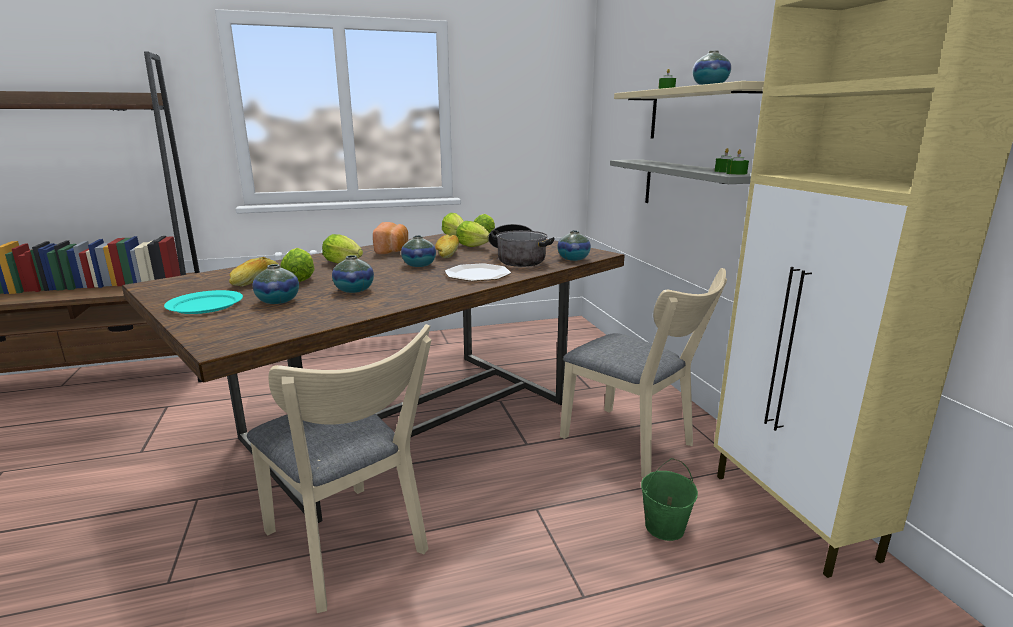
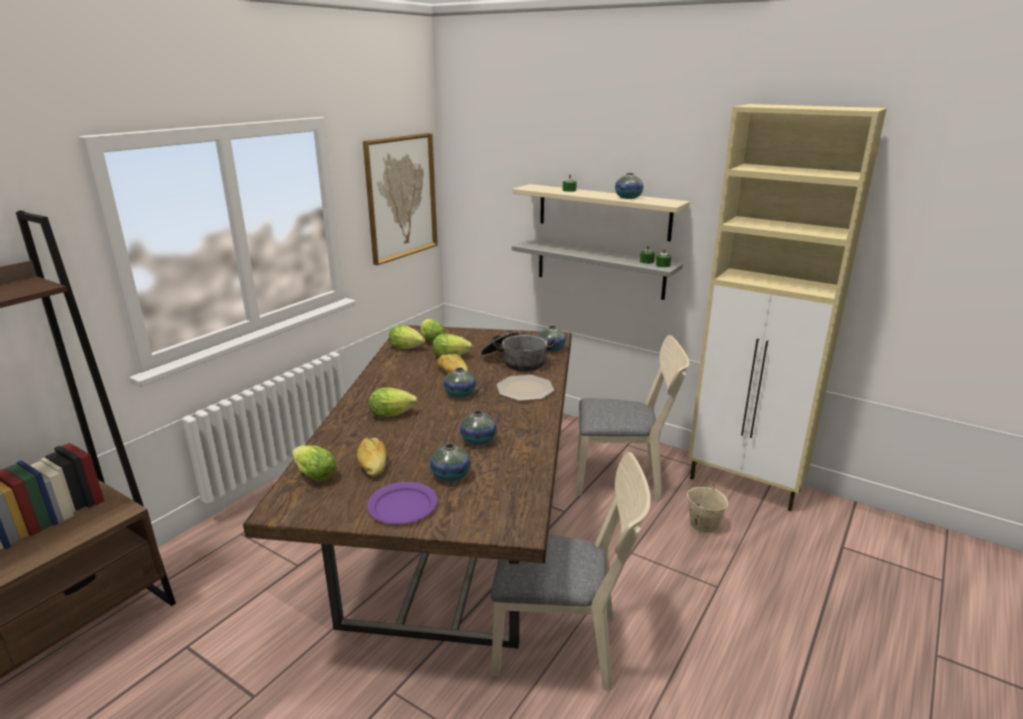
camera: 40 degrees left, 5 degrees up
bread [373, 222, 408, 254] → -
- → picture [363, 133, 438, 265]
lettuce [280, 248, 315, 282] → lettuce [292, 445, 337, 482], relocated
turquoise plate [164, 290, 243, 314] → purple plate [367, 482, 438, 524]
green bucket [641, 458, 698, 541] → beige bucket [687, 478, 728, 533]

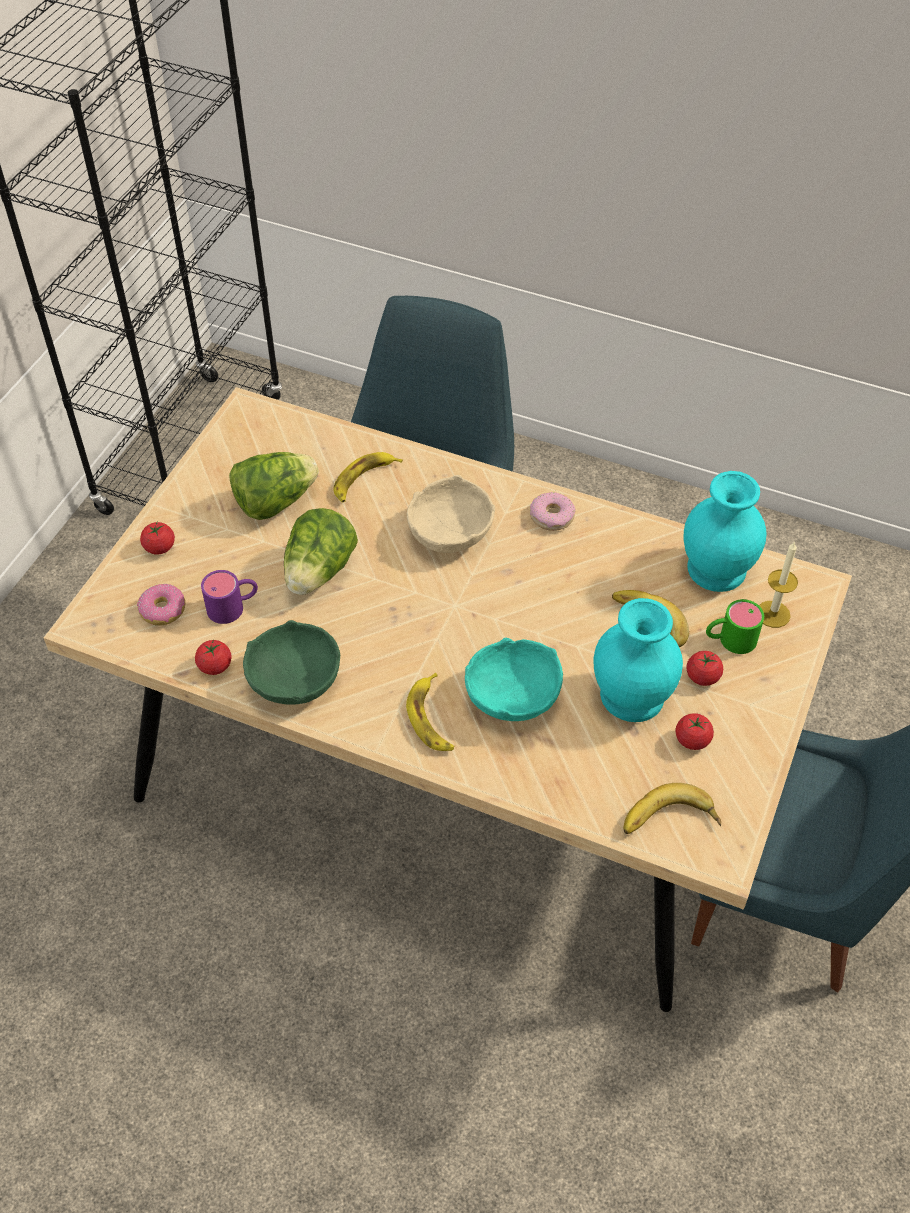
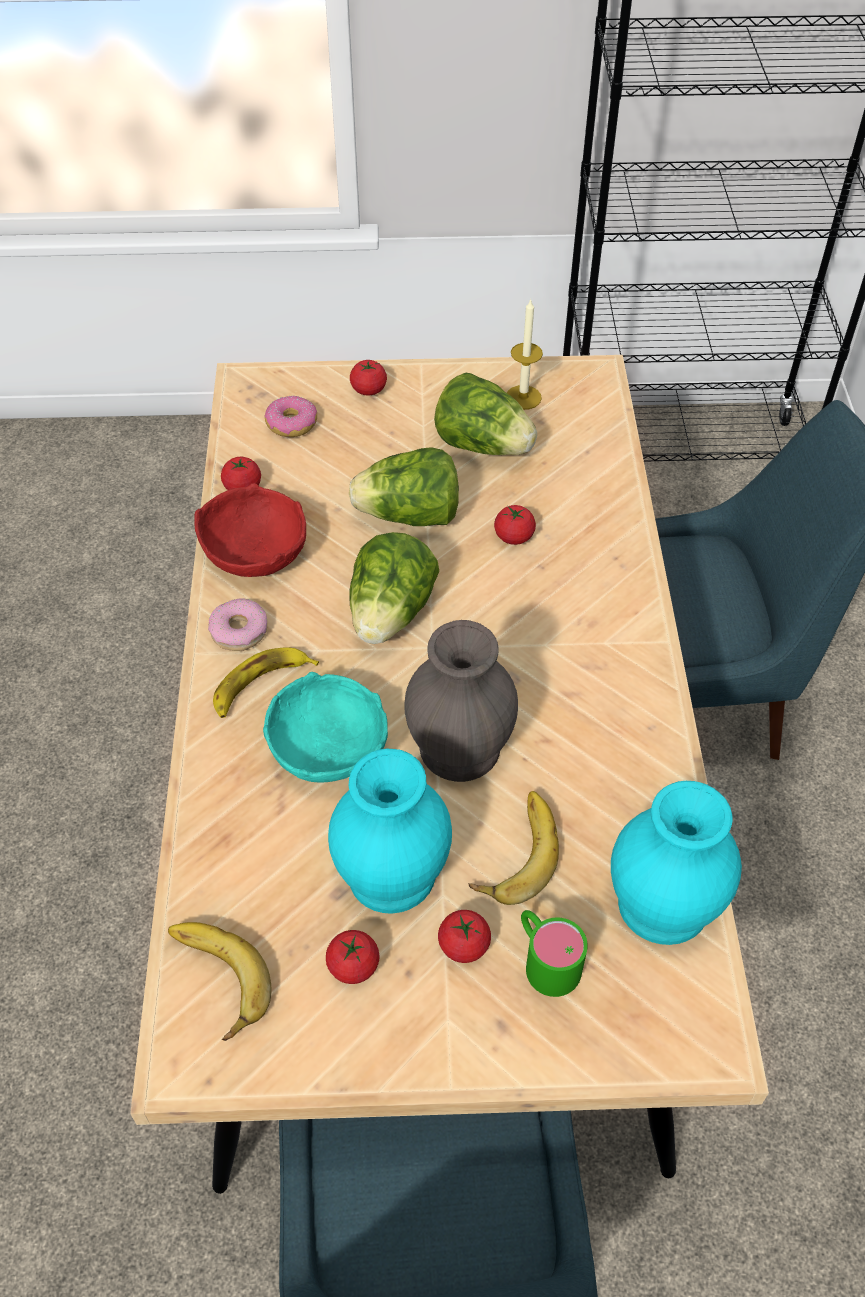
camera: 65 degrees right, 0 degrees up
purple mug [201, 570, 258, 624] → -
banana [334, 452, 403, 502] → -
beige bowl [407, 475, 495, 553] → -
- → lettuce [349, 532, 439, 644]
- → grey vase [404, 620, 518, 782]
- → tomato [494, 505, 536, 545]
donut [530, 492, 576, 531] → donut [208, 598, 267, 651], relocated
candle [759, 541, 798, 628] → candle [507, 298, 543, 410], relocated
green bowl [243, 620, 340, 705] → red bowl [195, 483, 306, 577]

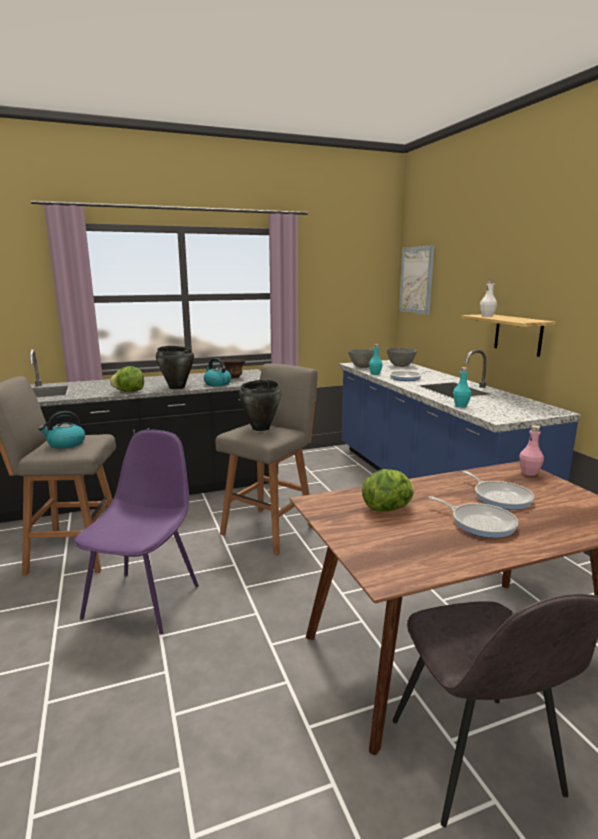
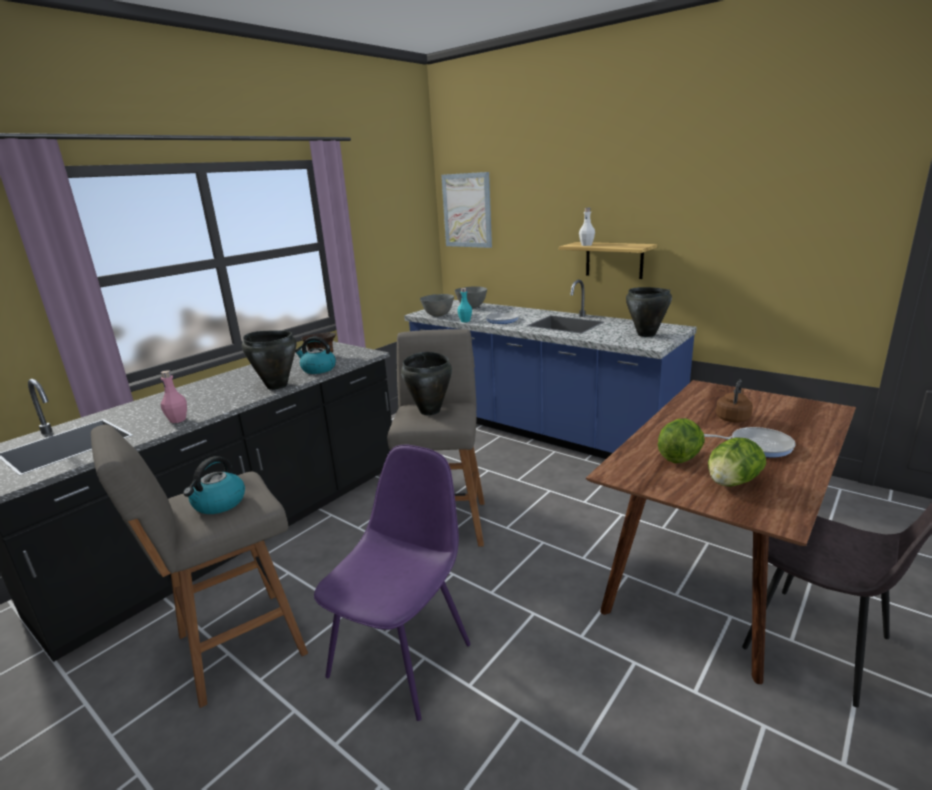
camera: 30 degrees left, 5 degrees up
turquoise bottle [453, 367, 471, 408] → -
- → black cooking pot [626, 287, 672, 337]
lettuce [110, 366, 144, 392] → lettuce [708, 438, 766, 487], relocated
pink bottle [519, 425, 544, 476] → pink bottle [161, 370, 187, 423], relocated
frying pan [463, 471, 534, 510] → brown kettle [716, 380, 753, 423]
purple chair [74, 429, 199, 635] → purple chair [314, 445, 471, 721], 45 degrees clockwise

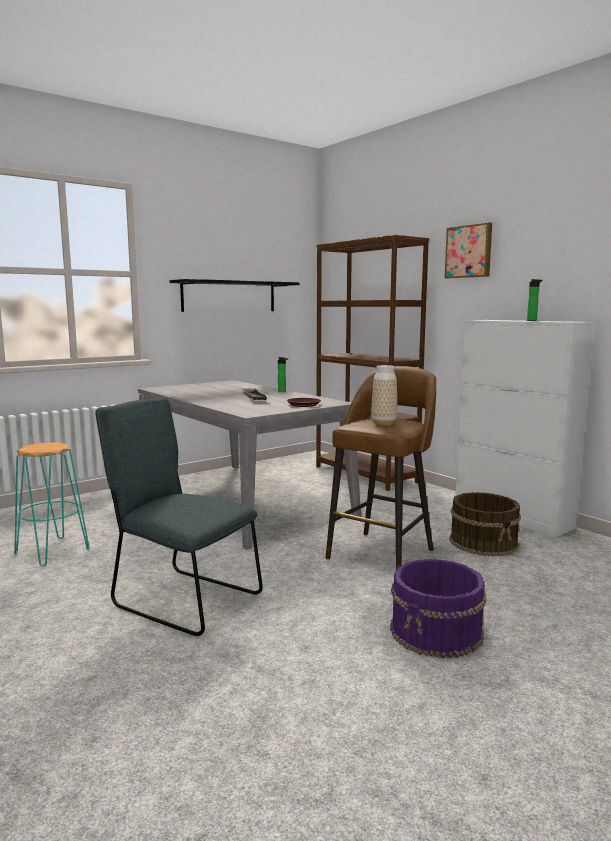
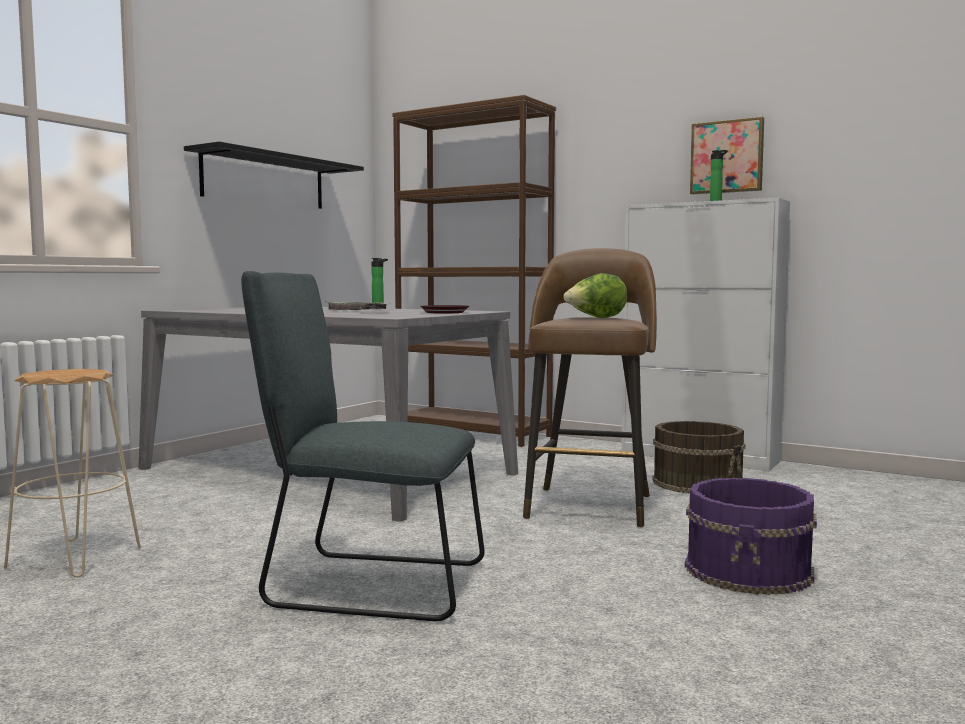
camera: 20 degrees left, 5 degrees down
picture [445, 222, 492, 279] → picture [690, 117, 764, 194], relocated
vase [371, 365, 397, 426] → lettuce [563, 273, 627, 318]
turquoise stool [14, 442, 90, 566] → beige stool [4, 369, 141, 578]

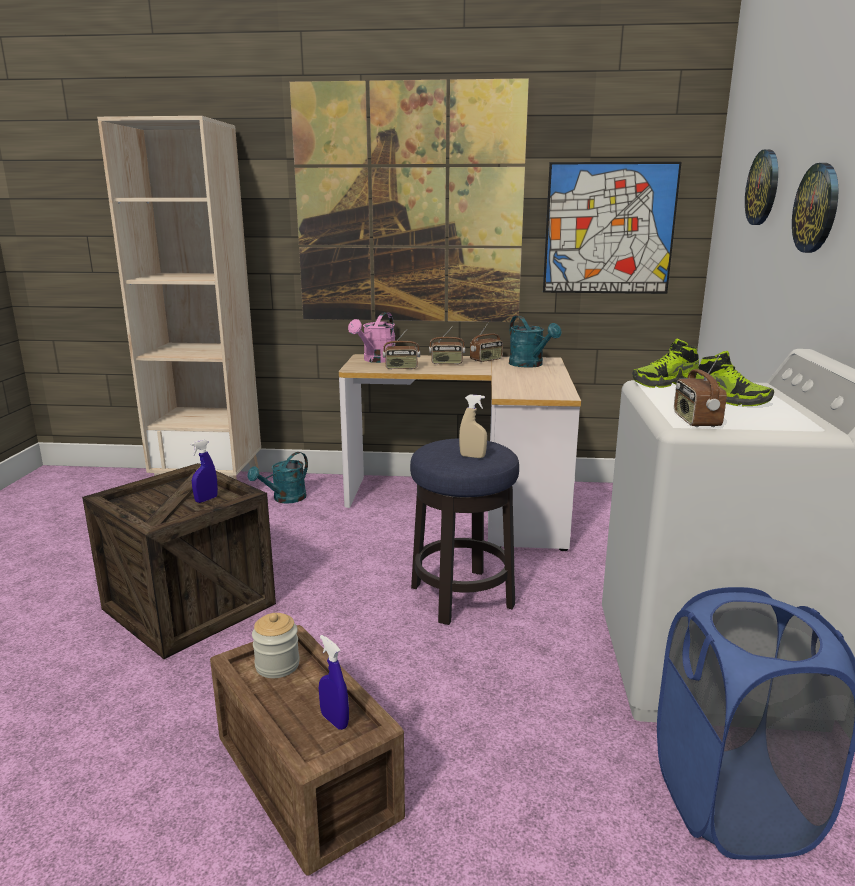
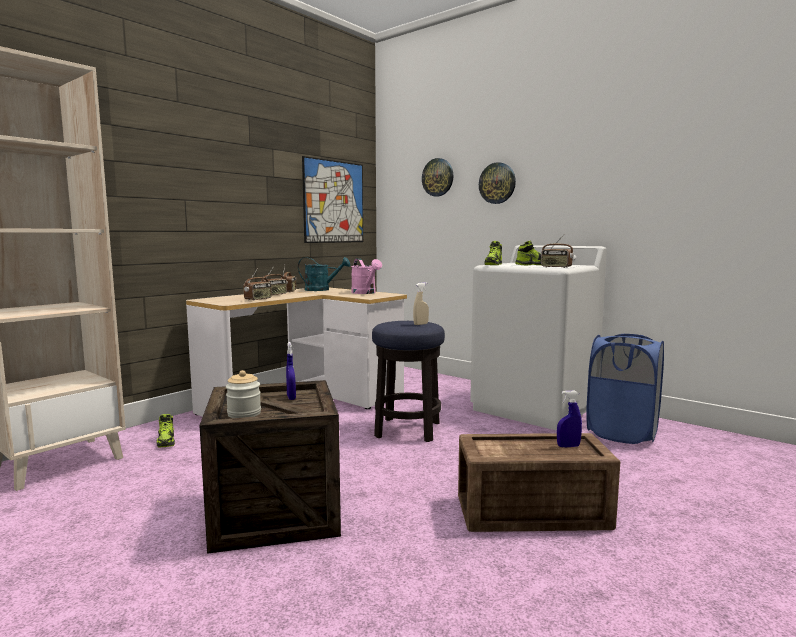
camera: 55 degrees left, 10 degrees down
picture [290, 78, 529, 322] → -
jar [252, 613, 300, 678] → jar [226, 370, 261, 418], relocated
pink watering can [348, 312, 395, 363] → pink watering can [351, 258, 382, 294], relocated
turquoise watering can [248, 452, 308, 504] → shoe [156, 414, 175, 447]

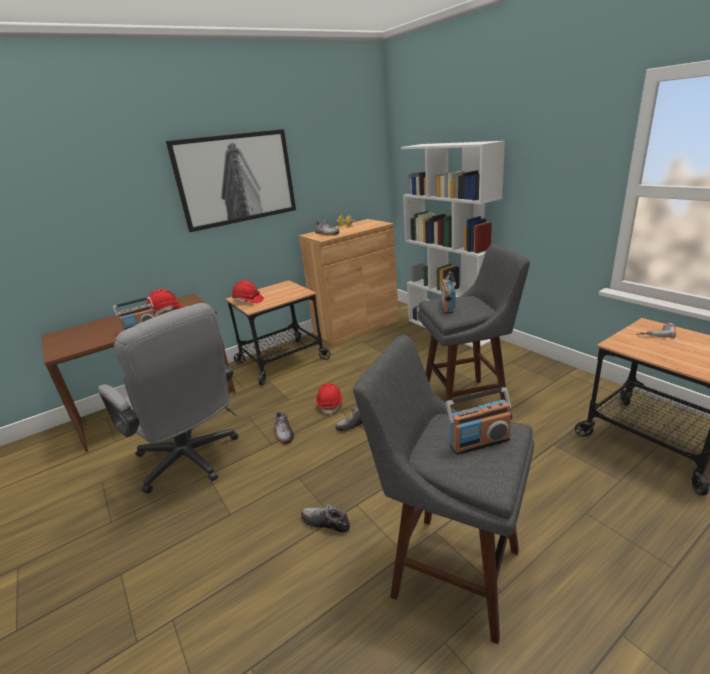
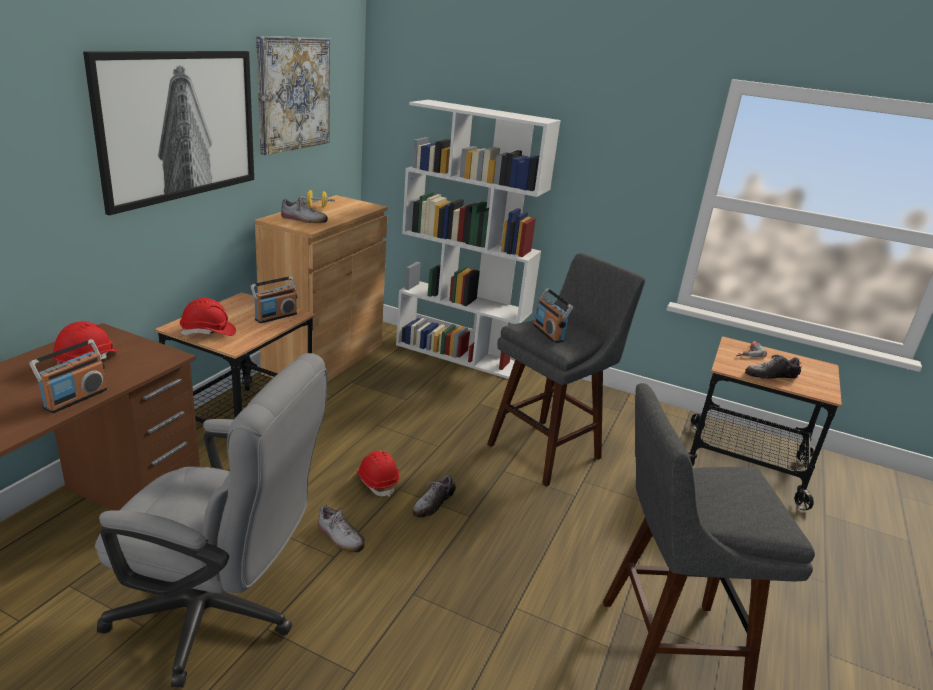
camera: 35 degrees left, 0 degrees up
- → picture [256, 36, 330, 155]
shoe [301, 503, 350, 532] → shoe [745, 355, 802, 379], relocated
radio [446, 387, 512, 455] → radio [251, 276, 297, 323], relocated

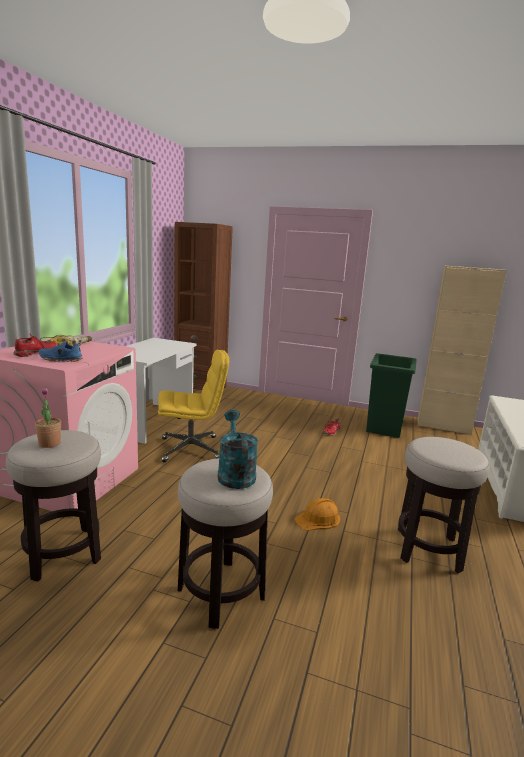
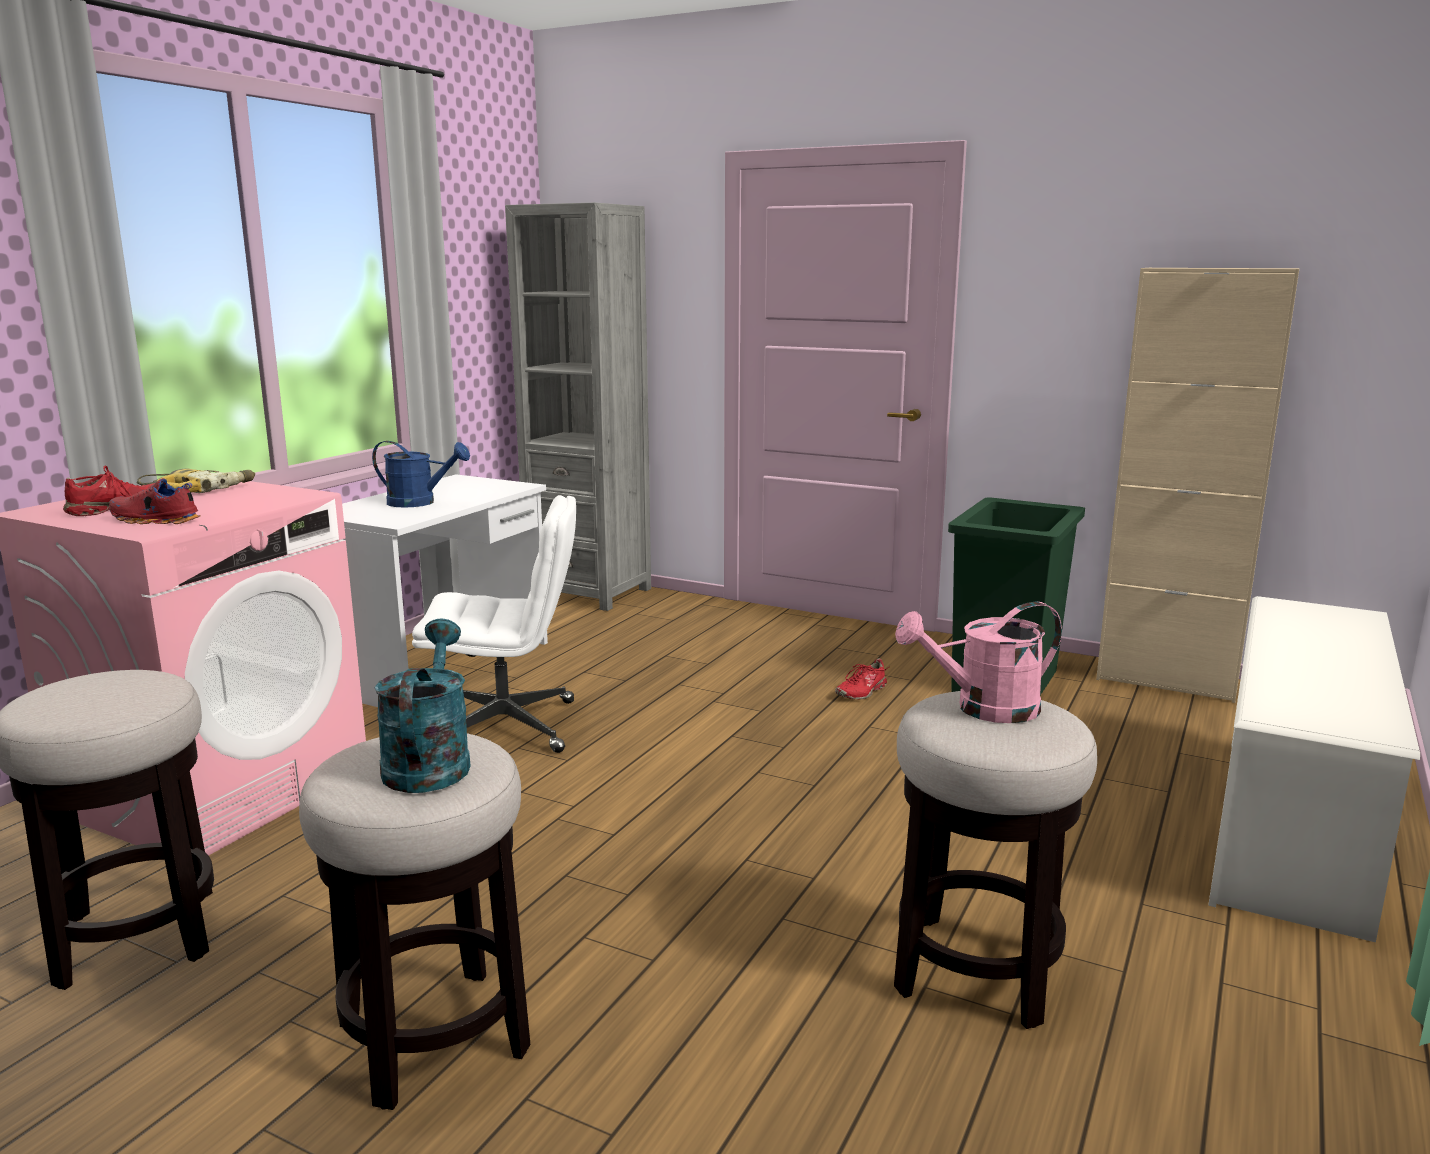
camera: 10 degrees right, 0 degrees up
potted plant [35, 387, 61, 448] → -
orange hard hat [294, 498, 340, 531] → -
- → blue watering can [372, 441, 470, 508]
- → pink watering can [895, 601, 1062, 723]
blue shoe [39, 341, 83, 362] → red shoe [109, 478, 201, 524]
yellow office chair [158, 350, 229, 463] → white office chair [412, 495, 576, 753]
brown bookcase [174, 222, 233, 390] → grey bookcase [505, 203, 651, 611]

